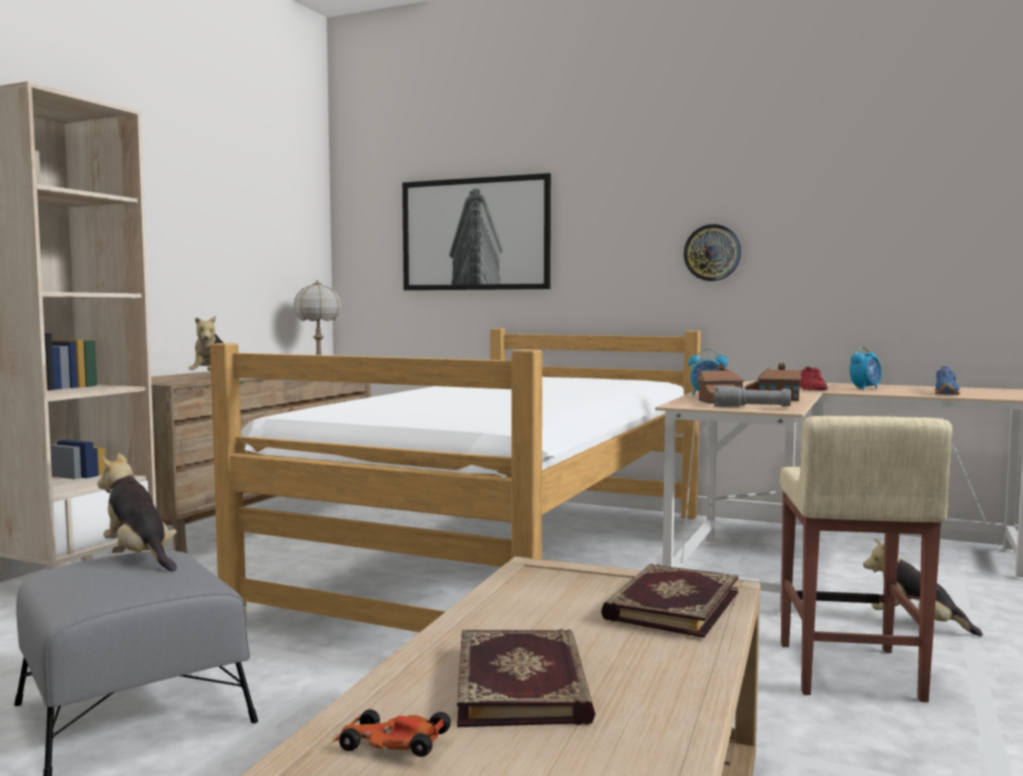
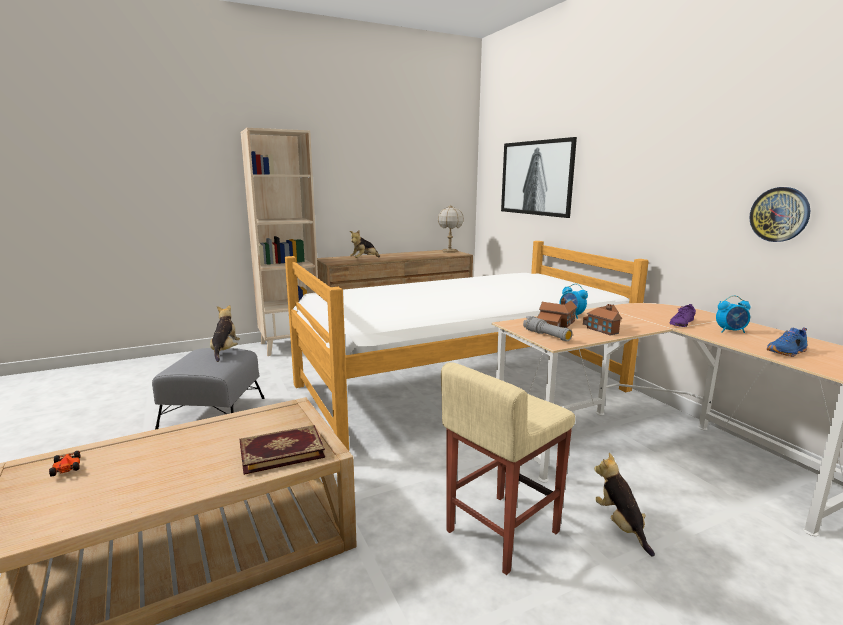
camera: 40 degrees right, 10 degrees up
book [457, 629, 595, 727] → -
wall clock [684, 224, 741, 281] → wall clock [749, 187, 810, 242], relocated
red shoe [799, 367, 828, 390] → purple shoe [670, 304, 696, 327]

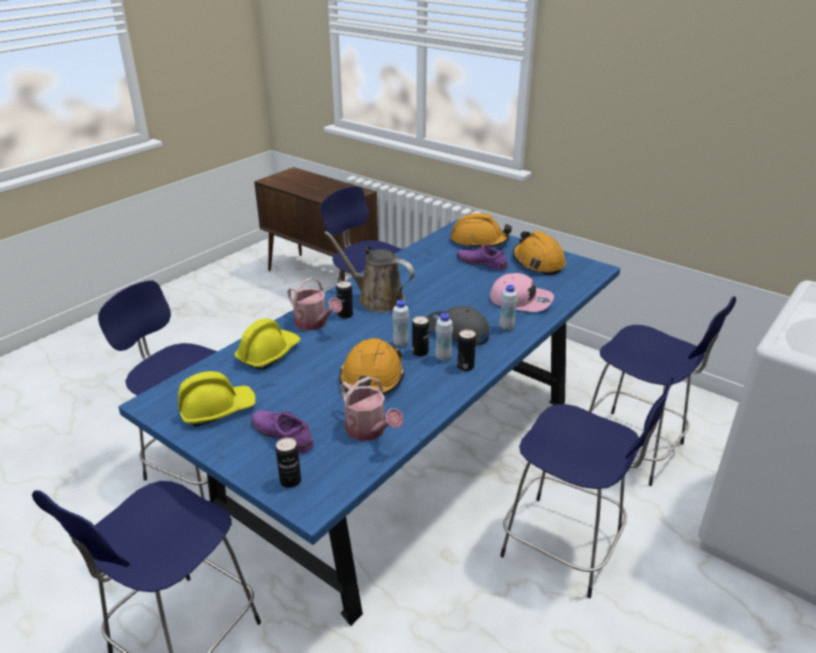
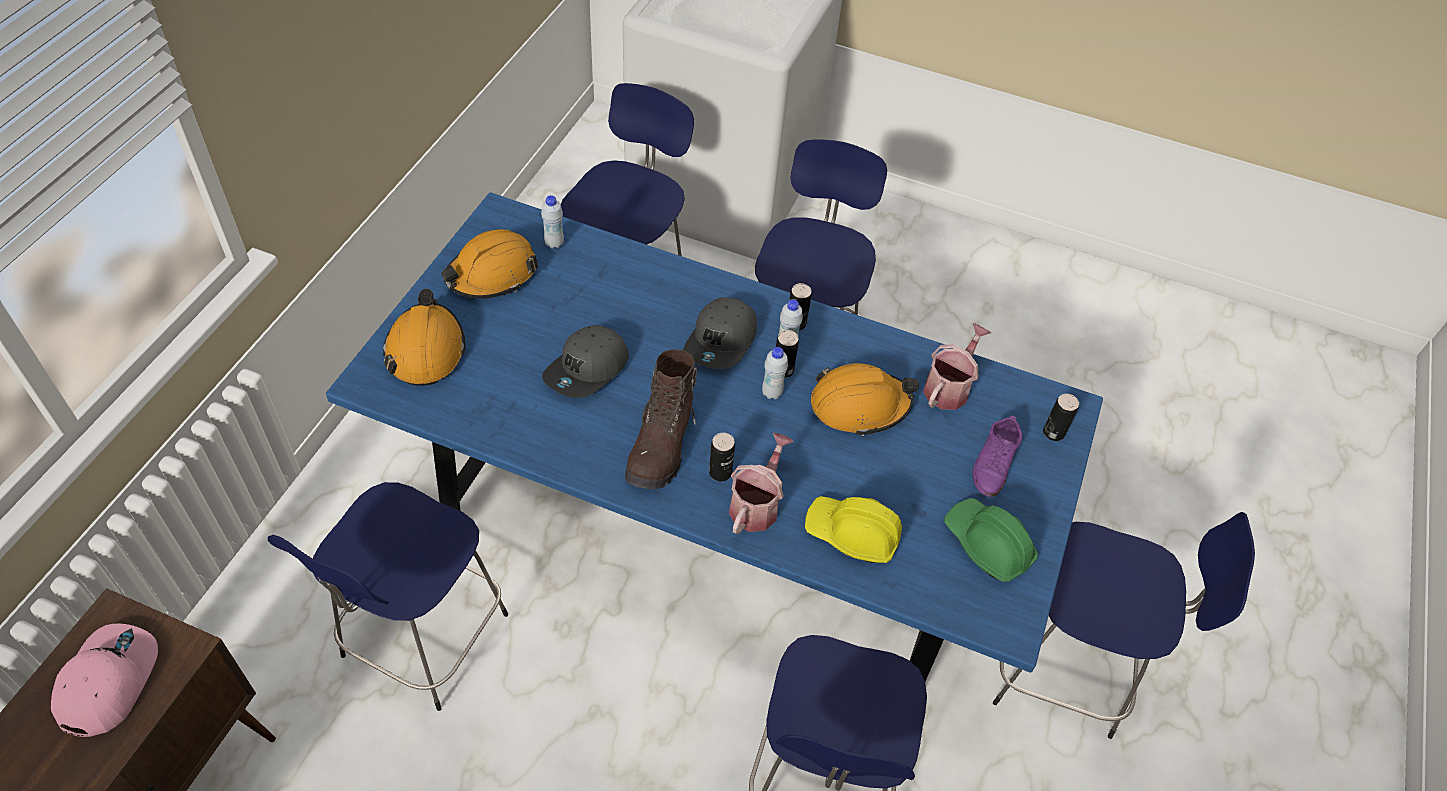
camera: 110 degrees left, 20 degrees up
purple shoe [457, 244, 508, 271] → -
- → grey cap [542, 325, 629, 398]
pink cap [490, 273, 554, 312] → pink cap [51, 624, 158, 737], relocated
white bottle [499, 285, 517, 331] → white bottle [541, 195, 564, 249], relocated
brown watering can [325, 231, 415, 312] → brown boot [625, 349, 699, 489]
yellow hard hat [178, 371, 255, 427] → green hard hat [944, 498, 1038, 582]

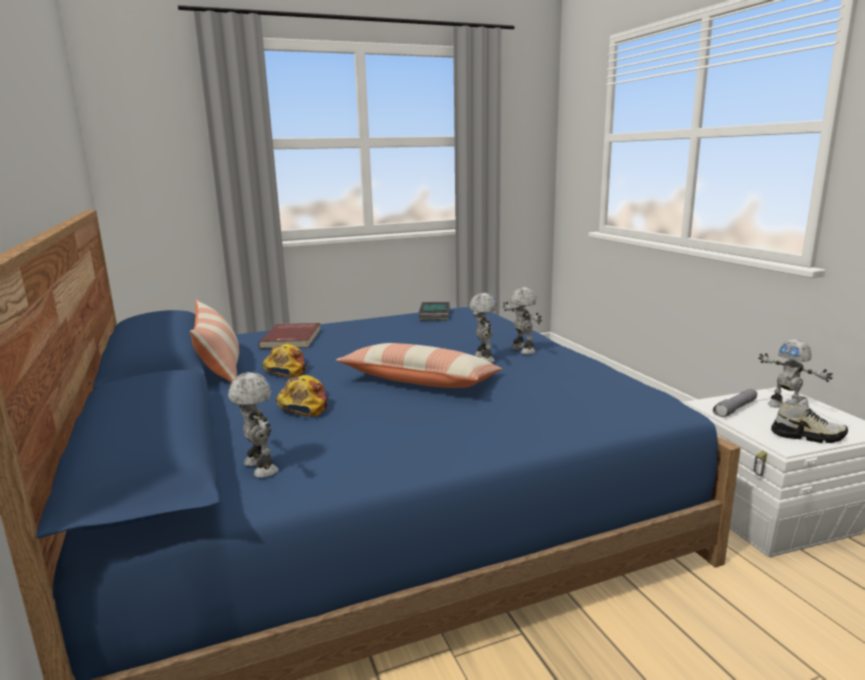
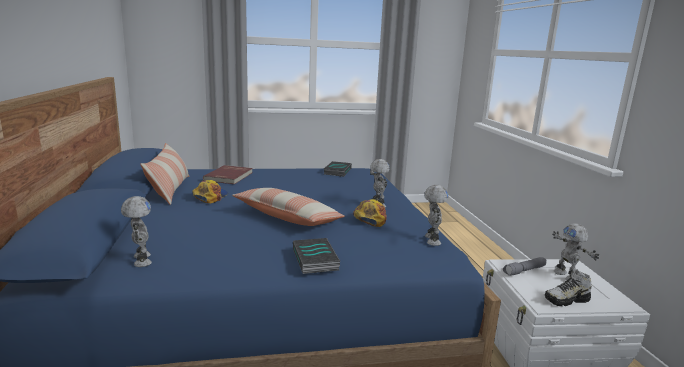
camera: 10 degrees right, 0 degrees up
- → book [293, 238, 340, 274]
cap [276, 375, 330, 416] → cap [353, 199, 387, 227], relocated
toy robot [469, 293, 497, 363] → toy robot [424, 185, 449, 246], relocated
shoe [771, 396, 848, 443] → shoe [545, 269, 592, 306], 135 degrees clockwise

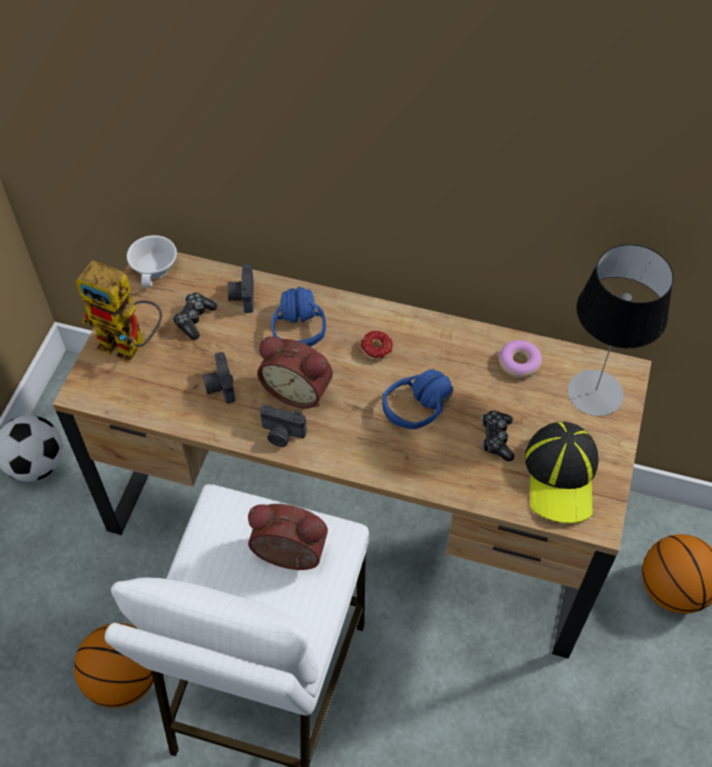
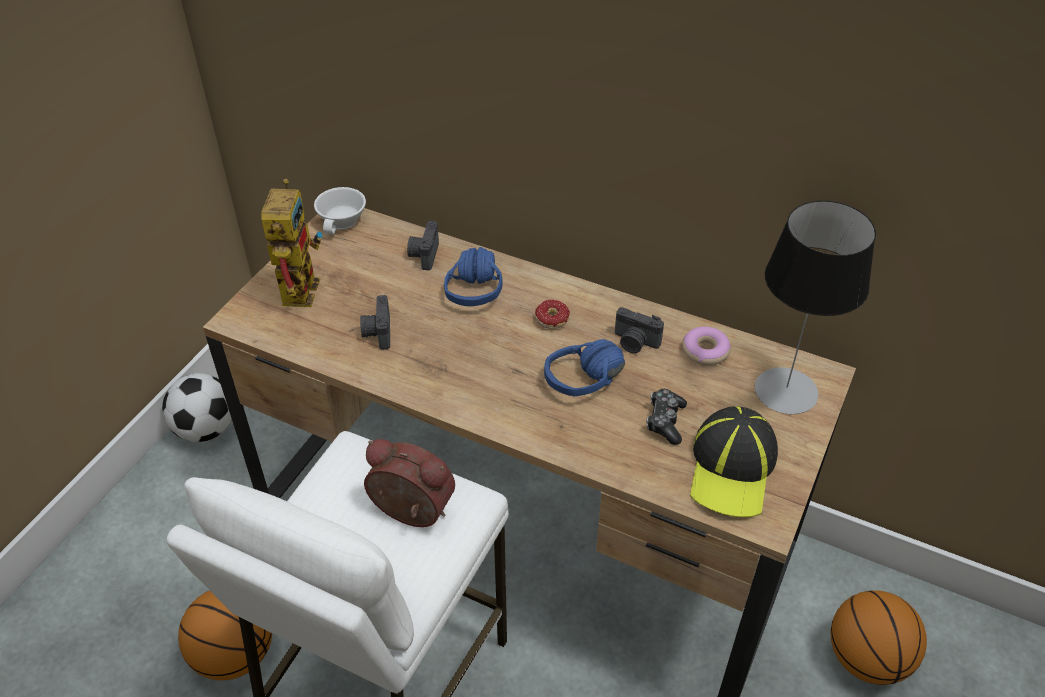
camera: 10 degrees right, 10 degrees down
game controller [173, 293, 218, 340] → -
alarm clock [257, 336, 333, 408] → -
photo camera [260, 405, 307, 447] → photo camera [615, 307, 664, 353], relocated
toy robot [76, 260, 162, 363] → toy robot [261, 179, 323, 307], 120 degrees counterclockwise

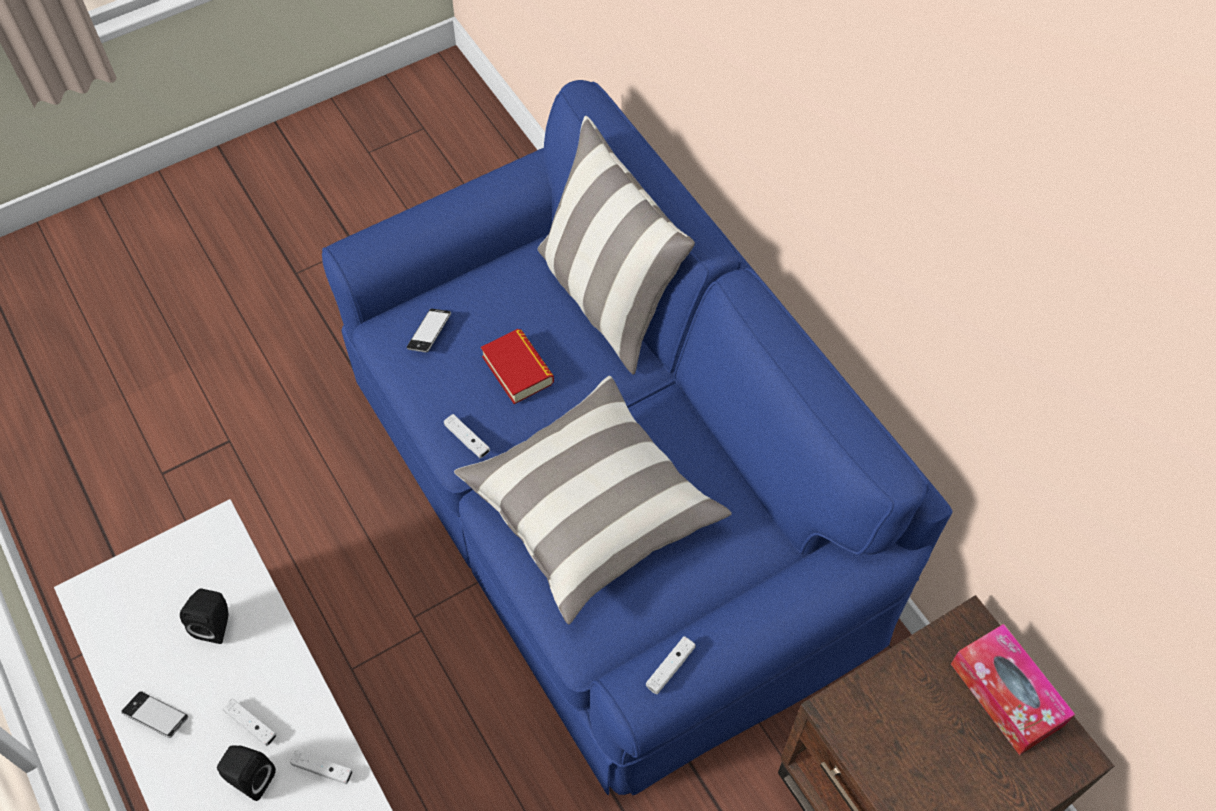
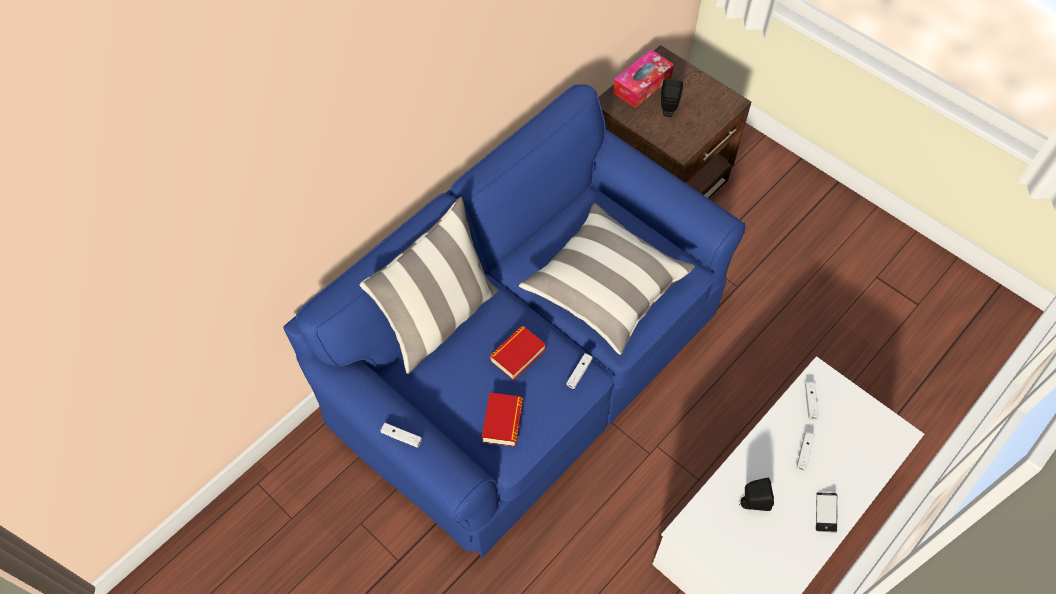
camera: 105 degrees left, 0 degrees up
black speaker [217, 745, 276, 801] → black speaker [661, 79, 683, 117], relocated
white game controller [646, 636, 696, 694] → white game controller [381, 423, 422, 448], relocated
phone [407, 309, 451, 352] → book [482, 393, 523, 446]

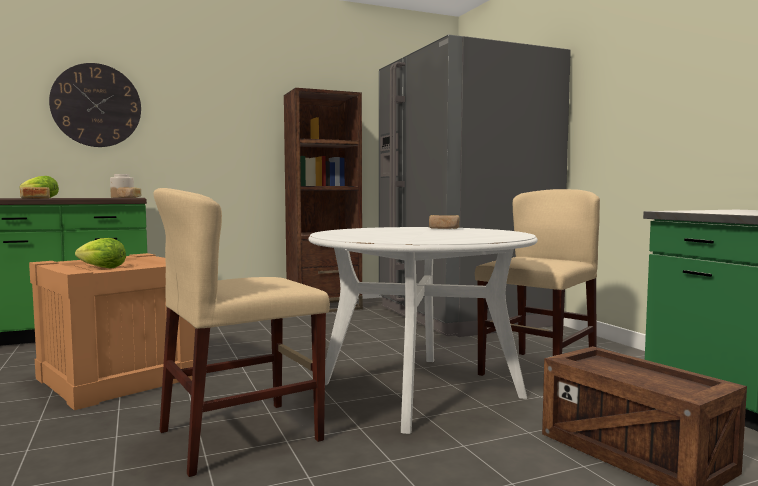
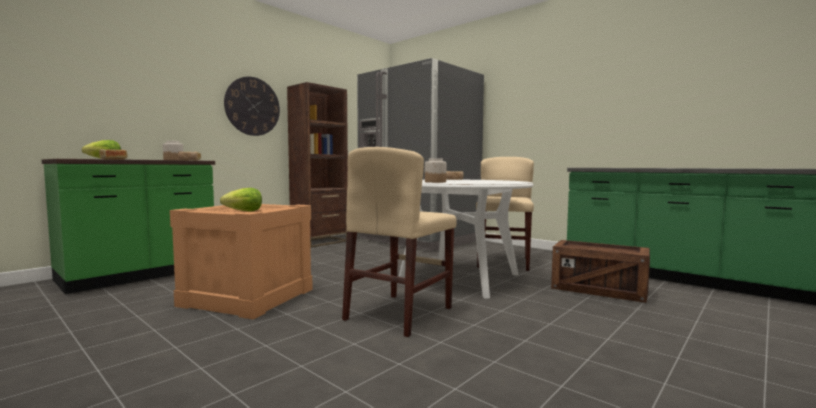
camera: 25 degrees left, 0 degrees up
- → jar [425, 158, 447, 183]
wall clock [49, 63, 141, 147] → wall clock [224, 77, 280, 136], relocated

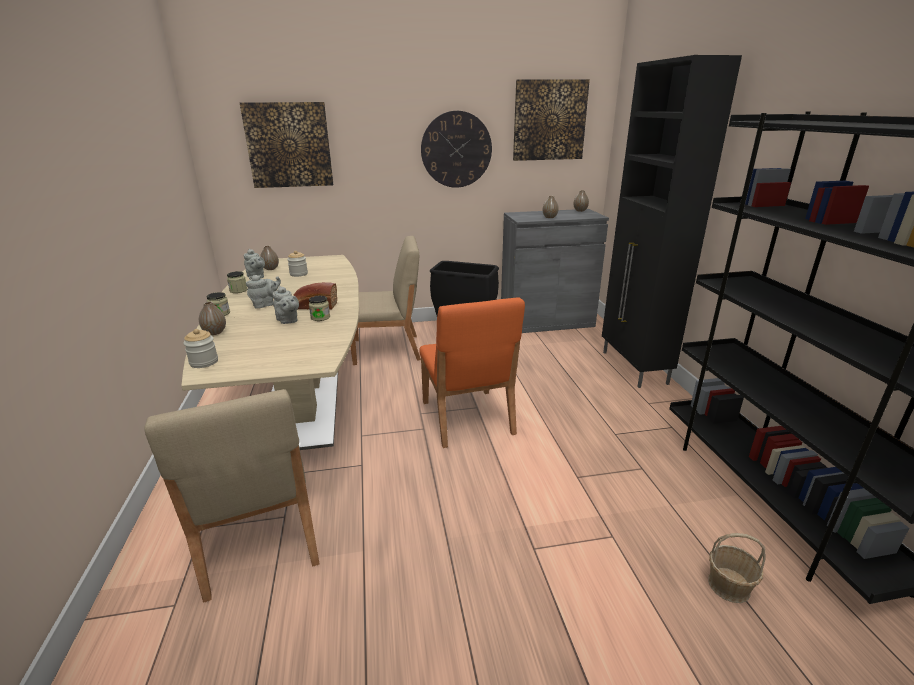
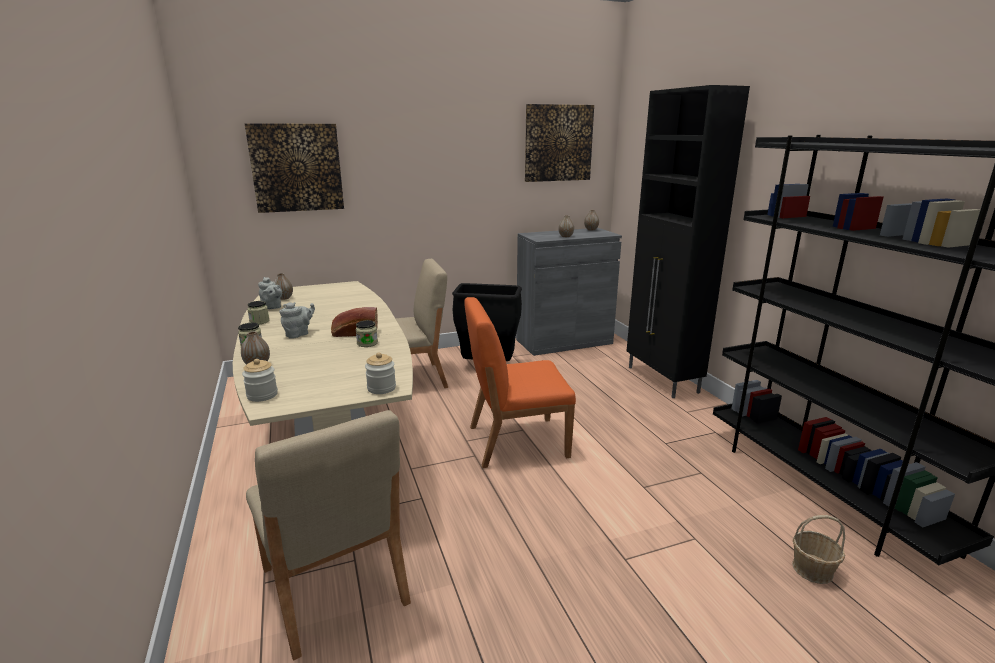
camera: 10 degrees left, 5 degrees down
grey teapot [273, 286, 299, 324] → -
wall clock [421, 111, 492, 188] → -
jar [287, 251, 308, 277] → jar [365, 352, 396, 394], relocated
orange chair [419, 297, 525, 448] → orange chair [464, 297, 576, 468], 105 degrees clockwise

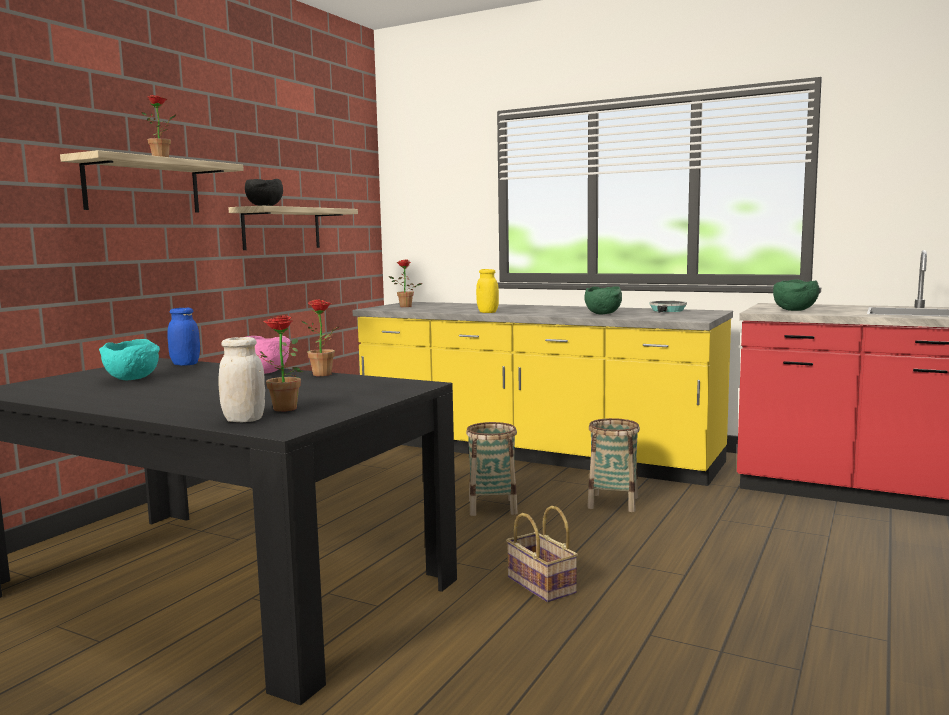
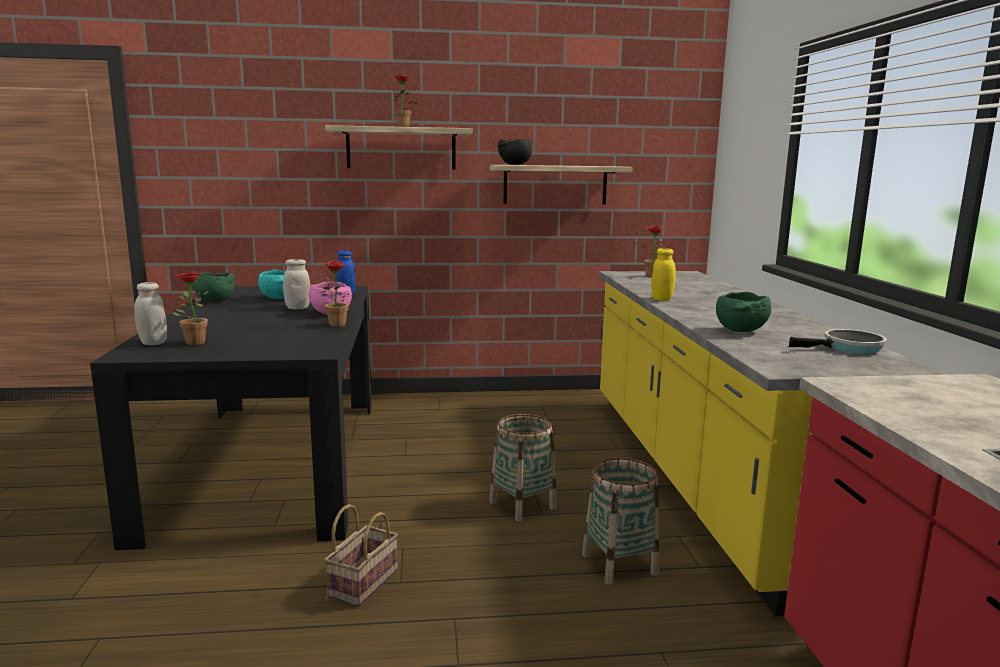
camera: 55 degrees right, 5 degrees up
- → white jar [283, 259, 310, 309]
green bowl [773, 279, 819, 311] → green bowl [192, 272, 236, 302], relocated

